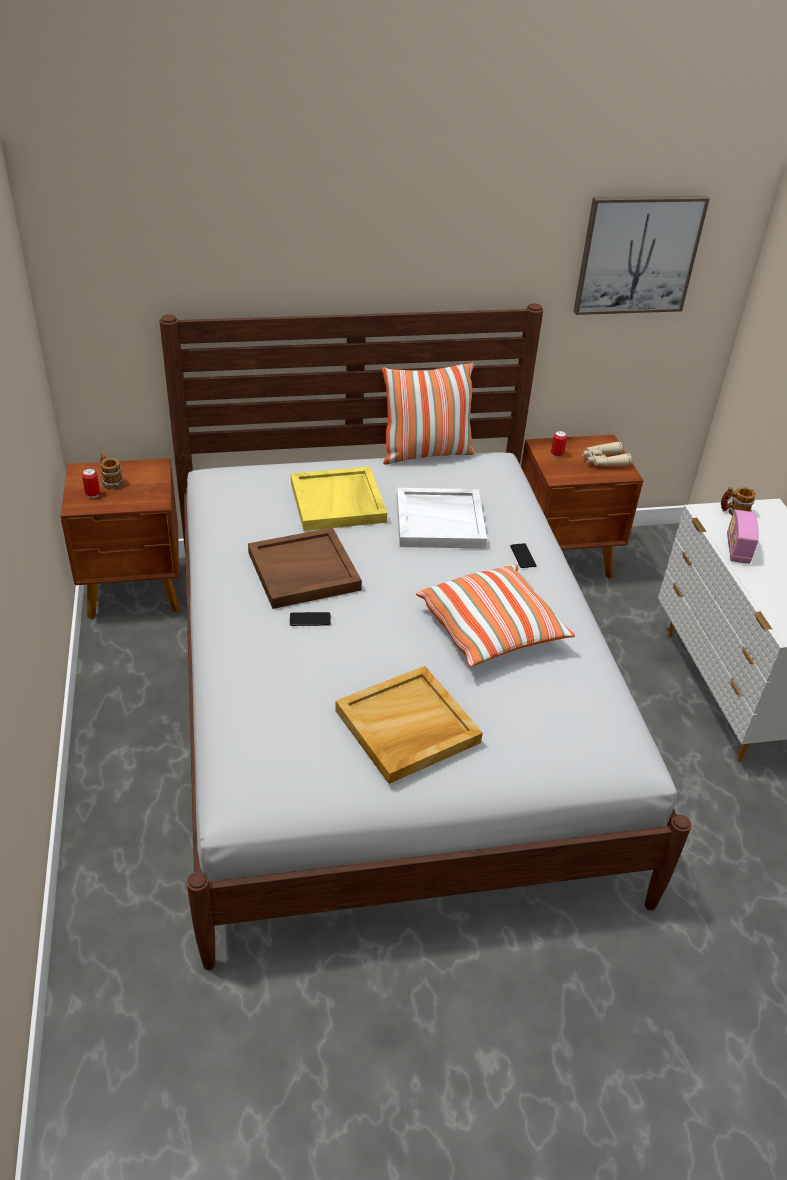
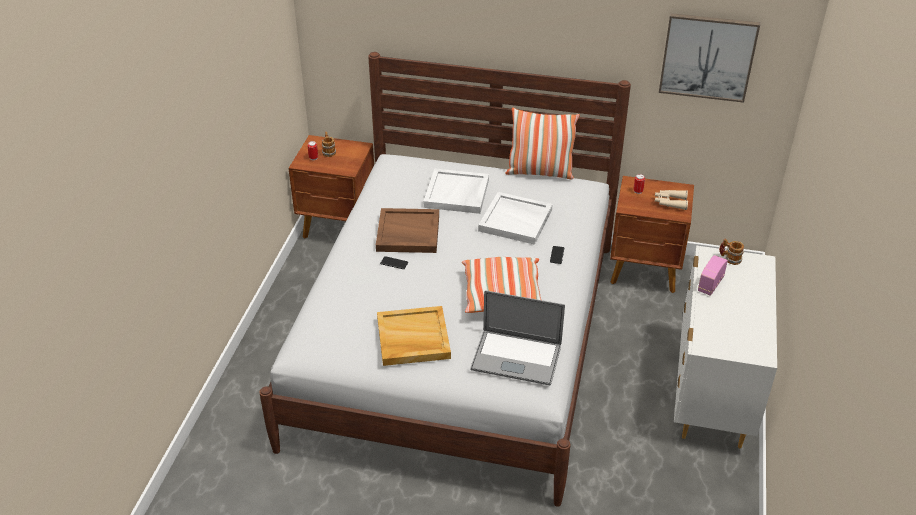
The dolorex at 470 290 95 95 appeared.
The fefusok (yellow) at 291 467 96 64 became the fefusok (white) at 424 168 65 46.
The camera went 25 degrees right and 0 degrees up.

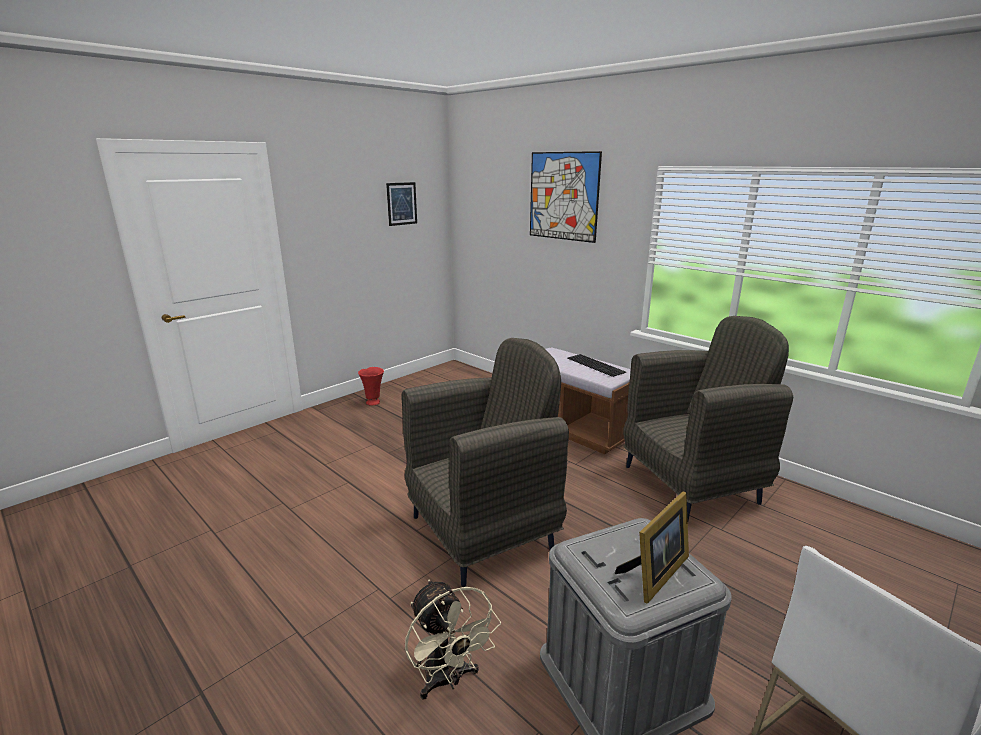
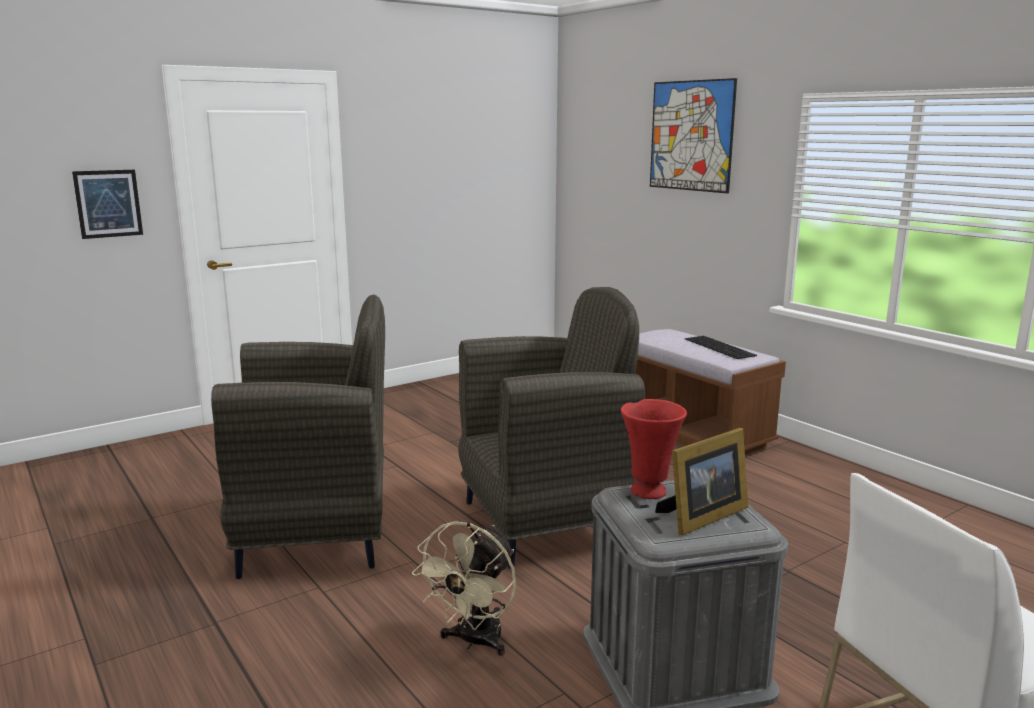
The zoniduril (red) moved from 358 367 26 39 to 621 399 66 100.
The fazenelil moved from 386 182 31 44 to 72 170 71 69.
The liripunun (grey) moved from 623 316 170 205 to 211 295 174 284.
The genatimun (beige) at 405 579 96 120 turned 45 degrees clockwise.
The camera went 10 degrees right and 5 degrees down.

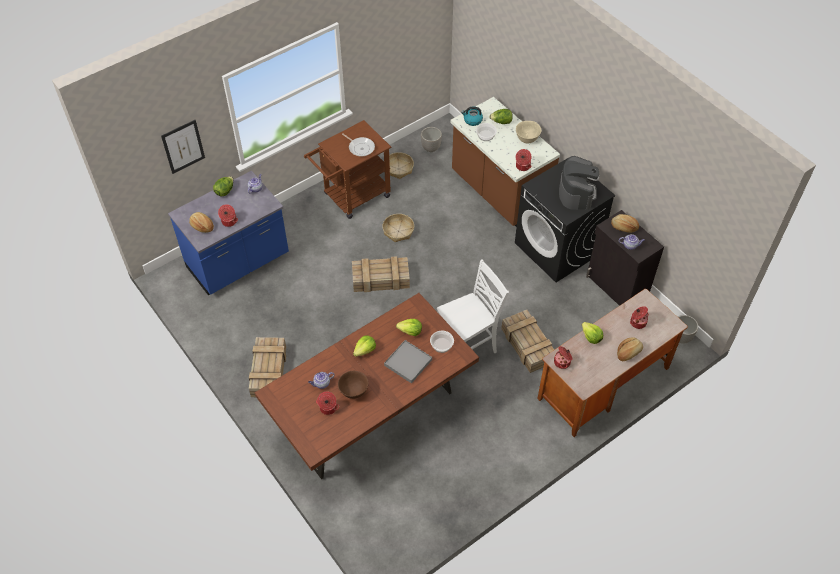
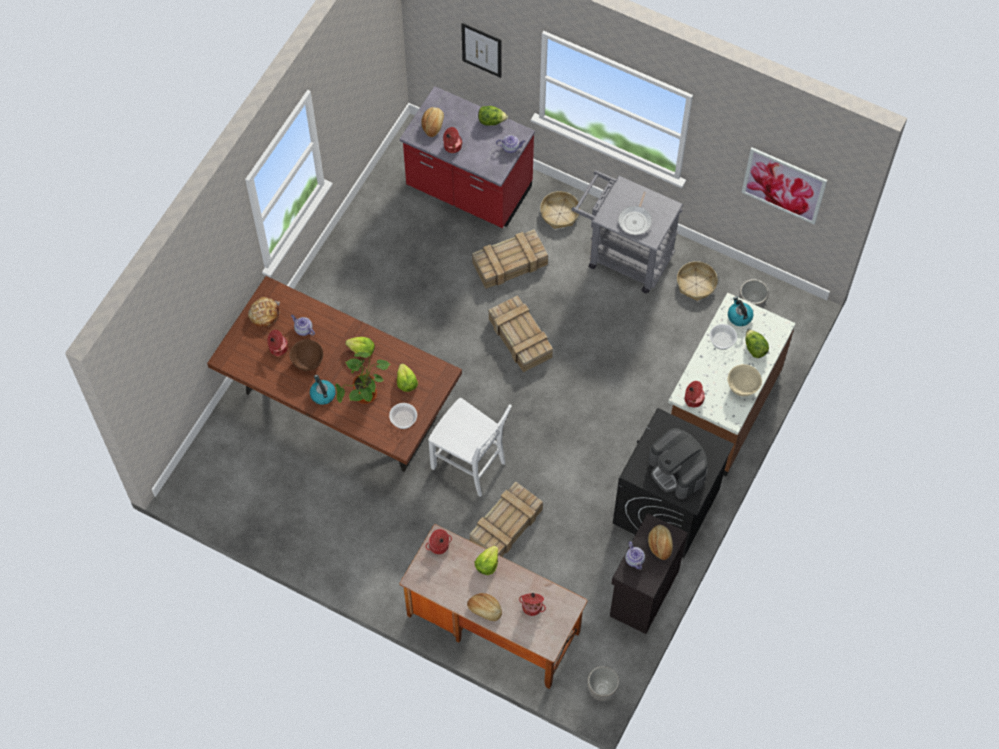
The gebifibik at 248 297 32 31 appeared.
The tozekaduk at 310 375 26 30 appeared.
The fazenelil at 741 147 86 77 appeared.
The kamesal moved from 249 337 37 60 to 472 229 76 60.
The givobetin moved from 382 214 32 28 to 540 191 40 38.
The fefusok (grey) at 384 340 48 43 was replaced by the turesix at 335 349 56 55.
The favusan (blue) at 168 171 121 124 became the favusan (red) at 400 86 135 142.
The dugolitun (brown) at 304 120 87 99 became the dugolitun (grey) at 571 170 112 123.
The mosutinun at 559 156 40 54 turned 75 degrees clockwise.
The camera went 65 degrees right and 10 degrees up.

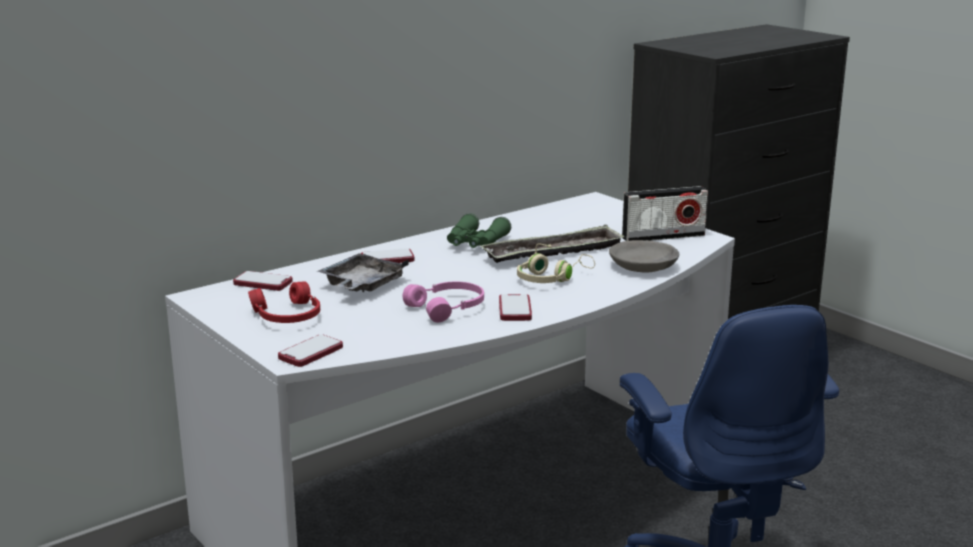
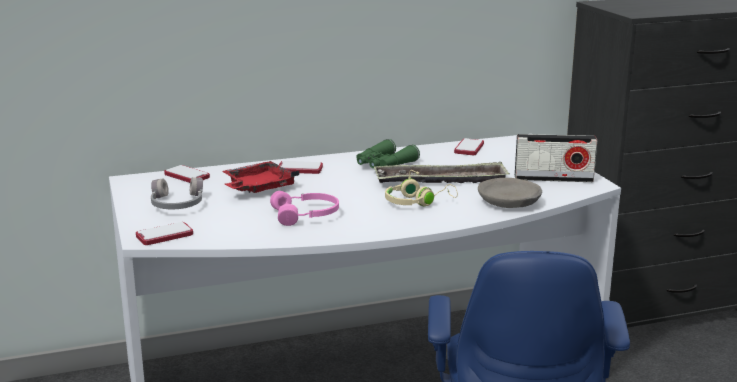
The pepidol moved from 499 294 33 27 to 454 138 30 17.
The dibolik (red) at 248 282 72 41 became the dibolik (grey) at 151 177 52 32.
The fefusok (grey) at 317 253 92 39 became the fefusok (red) at 222 161 77 32.
The camera went 20 degrees right and 0 degrees up.

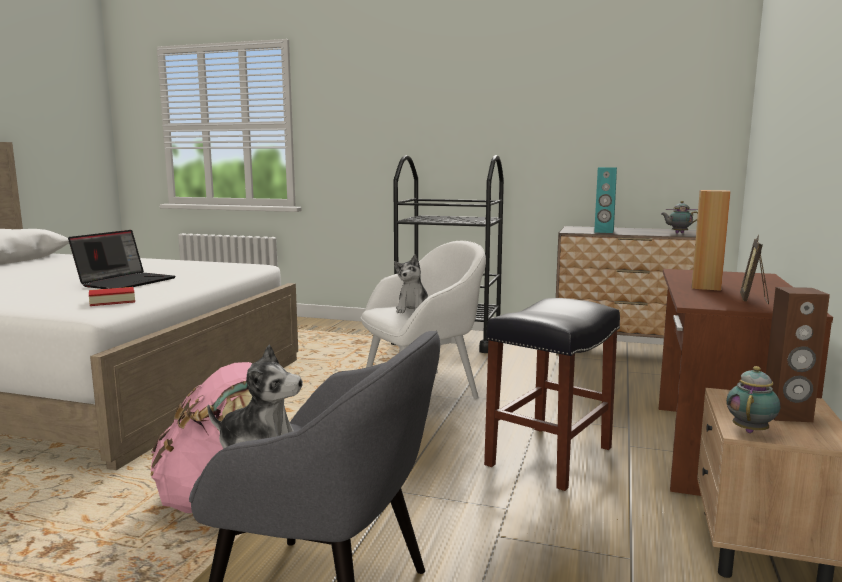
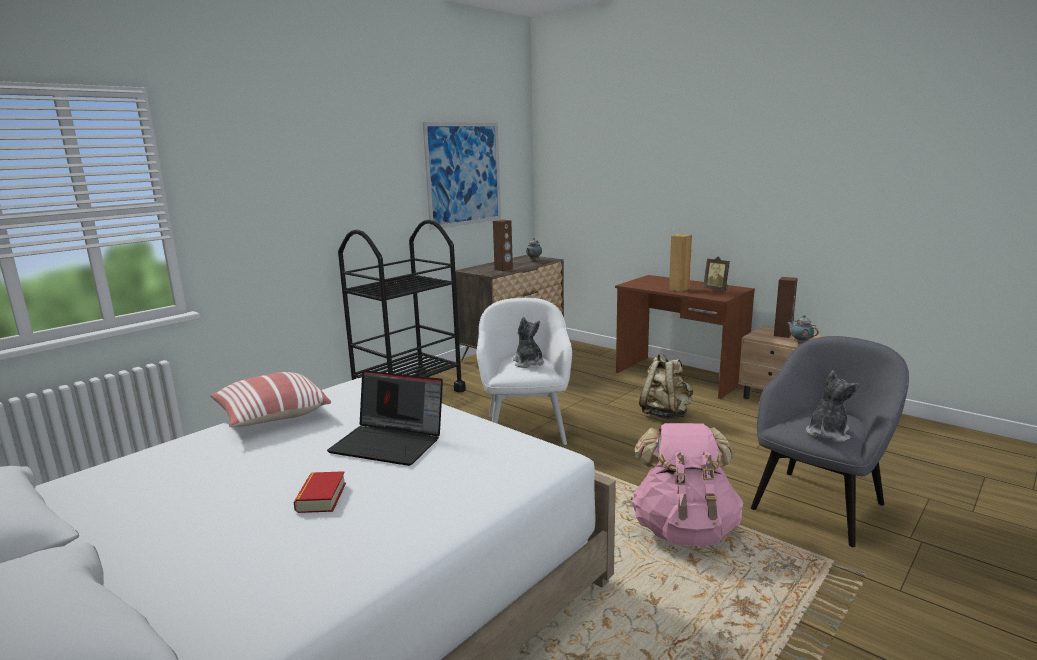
The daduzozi at 209 372 122 55 appeared.
The fazenelil at 423 122 78 108 appeared.
The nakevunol moved from 89 287 46 19 to 293 471 53 42.
The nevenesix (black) at 484 298 136 193 was replaced by the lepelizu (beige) at 639 353 54 66.
The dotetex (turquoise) at 594 167 23 66 became the dotetex (brown) at 493 220 20 51.
The dolorex at 68 230 108 59 turned 150 degrees clockwise.
The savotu at 394 255 34 58 turned 150 degrees counterclockwise.
The camera went 65 degrees left and 5 degrees up.

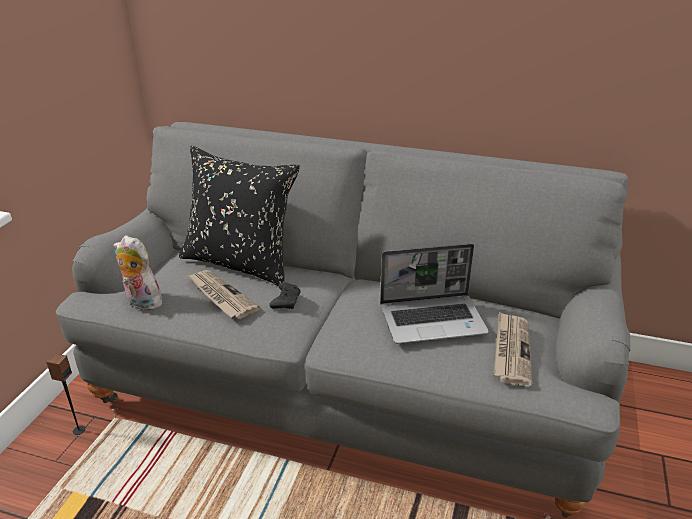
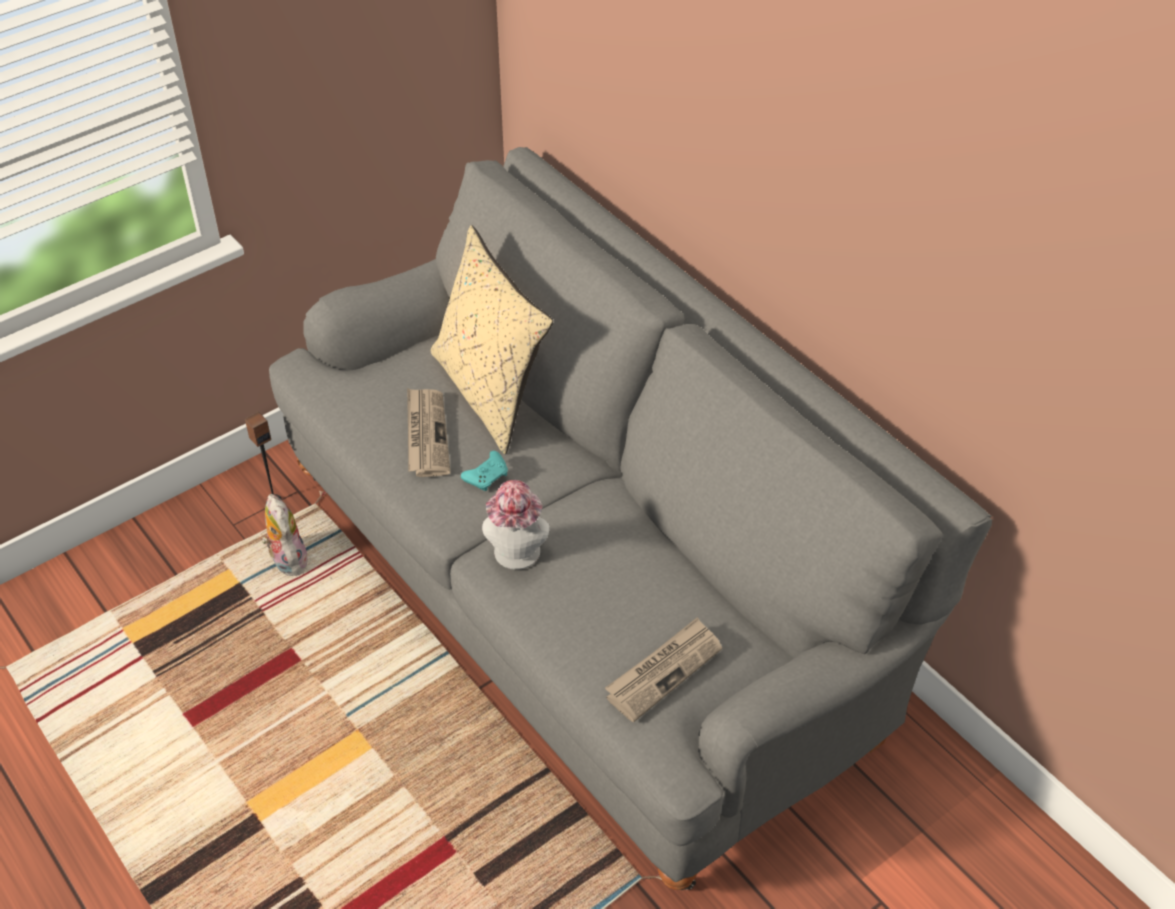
The dolorex at 380 244 109 100 disappeared.
The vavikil at 482 480 68 90 appeared.
The savotu moved from 114 235 53 76 to 262 494 46 82.
The daduzozi (black) at 179 146 121 140 became the daduzozi (beige) at 431 225 122 230.
The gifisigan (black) at 269 282 32 27 became the gifisigan (turquoise) at 461 451 47 40.
The camera went 35 degrees right and 15 degrees up.

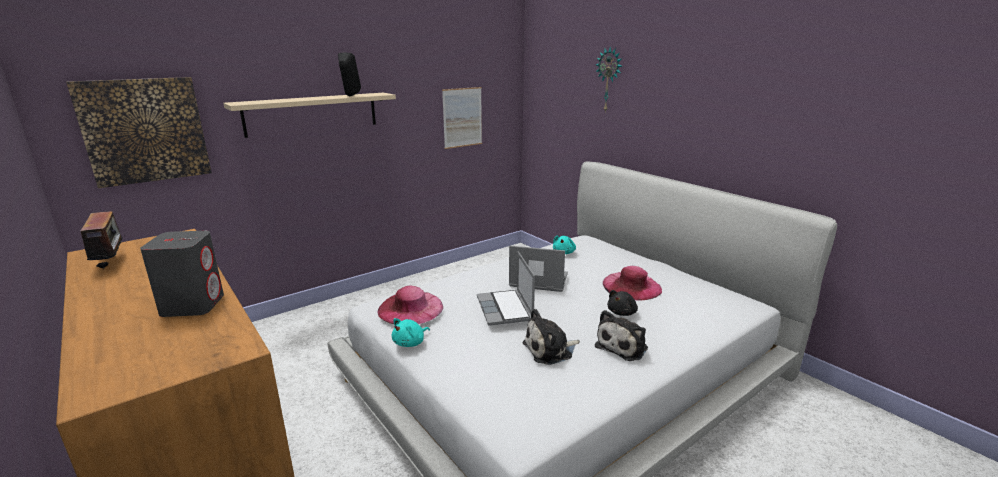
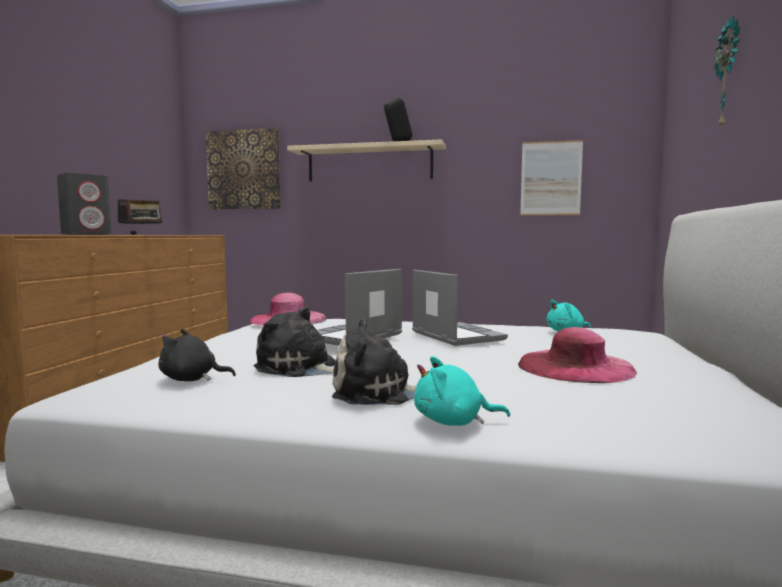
The savotu (turquoise) moved from 392 318 38 29 to 414 356 96 70.
The savotu (black) moved from 607 290 31 26 to 158 329 78 52.
The camera went 50 degrees right and 15 degrees down.

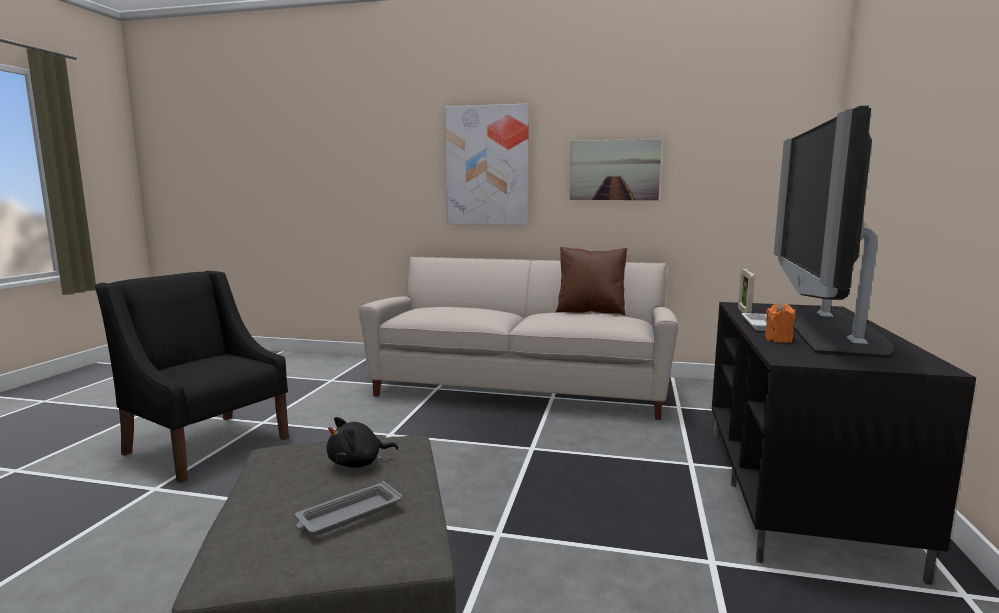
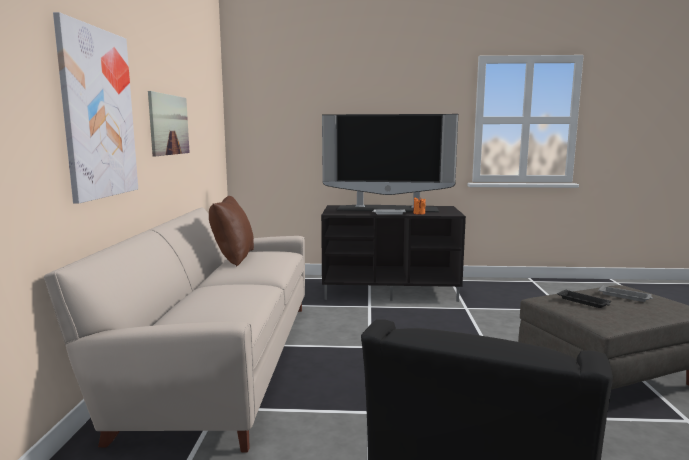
The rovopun at 738 269 17 44 disappeared.
The savotu (black) at 327 417 71 51 was replaced by the fefusok (black) at 557 289 54 19.
The camera went 100 degrees left and 0 degrees up.

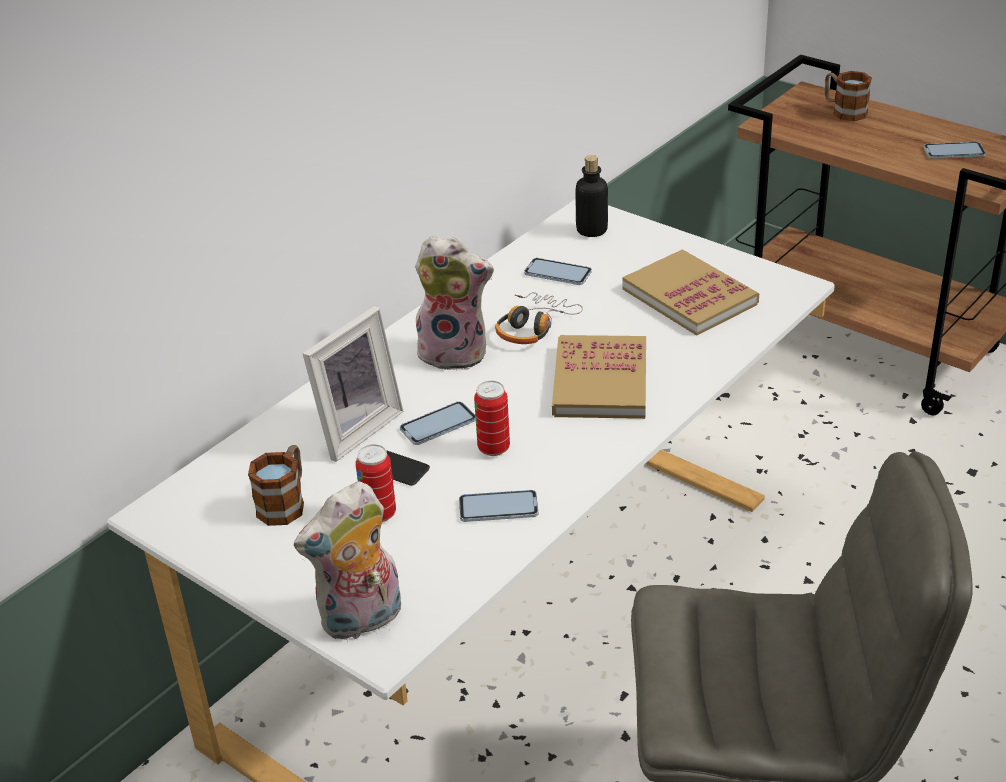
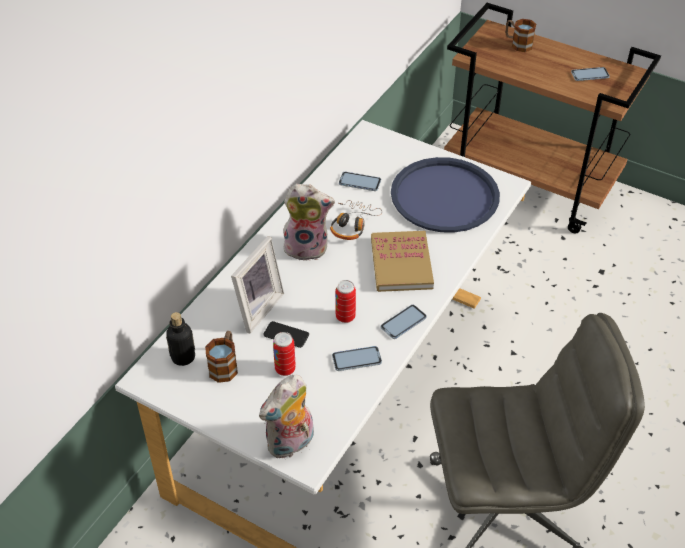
The pepidol moved from 400 401 76 44 to 380 305 47 34.
The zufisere moved from 575 155 33 82 to 166 312 29 54.
The nakevunol at 622 249 137 87 was replaced by the fefusok (blue) at 391 157 109 76.
The camera went 10 degrees left and 10 degrees up.

